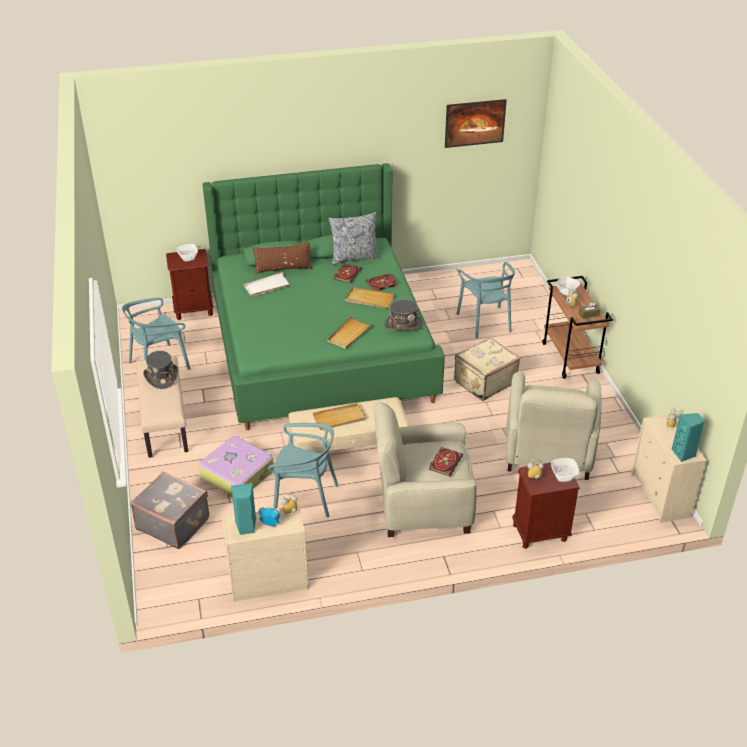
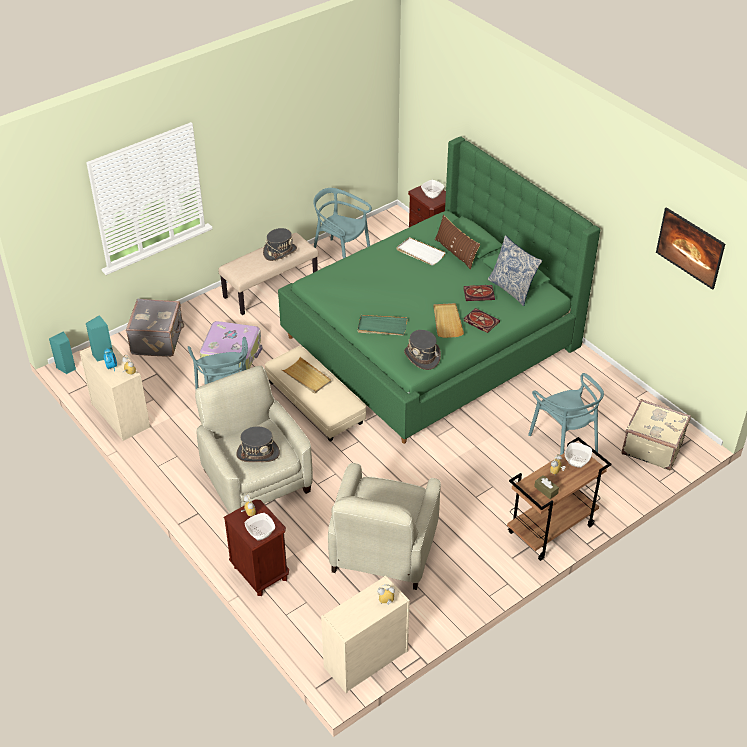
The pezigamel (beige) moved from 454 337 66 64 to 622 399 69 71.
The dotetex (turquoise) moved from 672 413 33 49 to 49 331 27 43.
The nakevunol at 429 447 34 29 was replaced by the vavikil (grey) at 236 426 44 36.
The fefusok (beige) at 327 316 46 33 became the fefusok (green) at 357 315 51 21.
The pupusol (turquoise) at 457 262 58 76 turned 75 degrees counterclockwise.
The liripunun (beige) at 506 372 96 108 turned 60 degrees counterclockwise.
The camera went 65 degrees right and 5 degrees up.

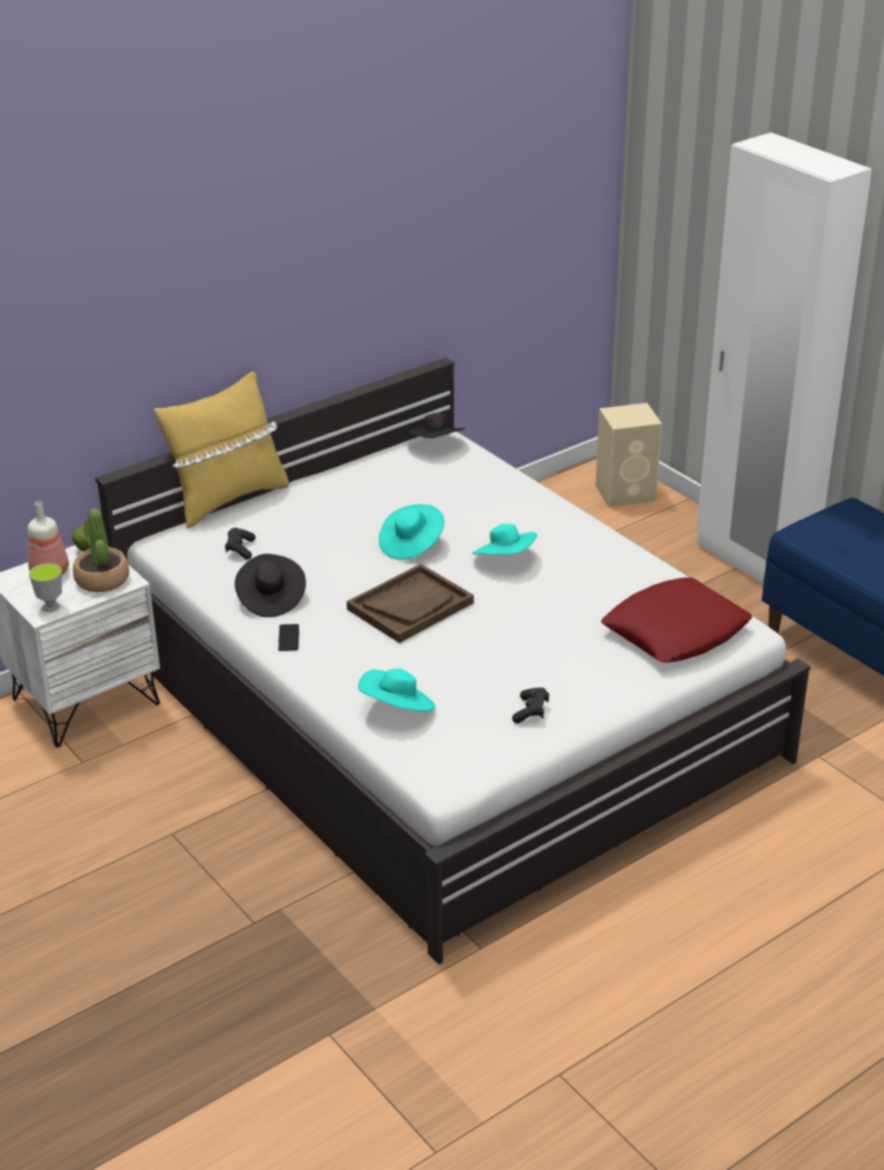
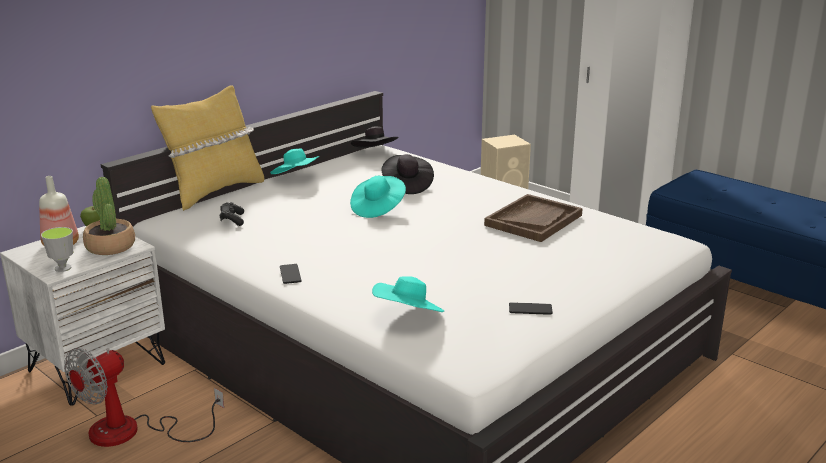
The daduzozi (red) at 601 577 152 85 disappeared.
The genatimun at 64 348 160 99 appeared.
The vavikil (black) moved from 235 554 71 63 to 382 154 52 40.
The fefusok (brown) moved from 347 564 127 79 to 484 194 99 48.
The vavikil (turquoise) moved from 472 524 65 31 to 270 149 49 25.
The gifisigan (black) at 512 687 37 36 was replaced by the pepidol at 509 302 44 13.
The camera went 10 degrees left and 10 degrees down.

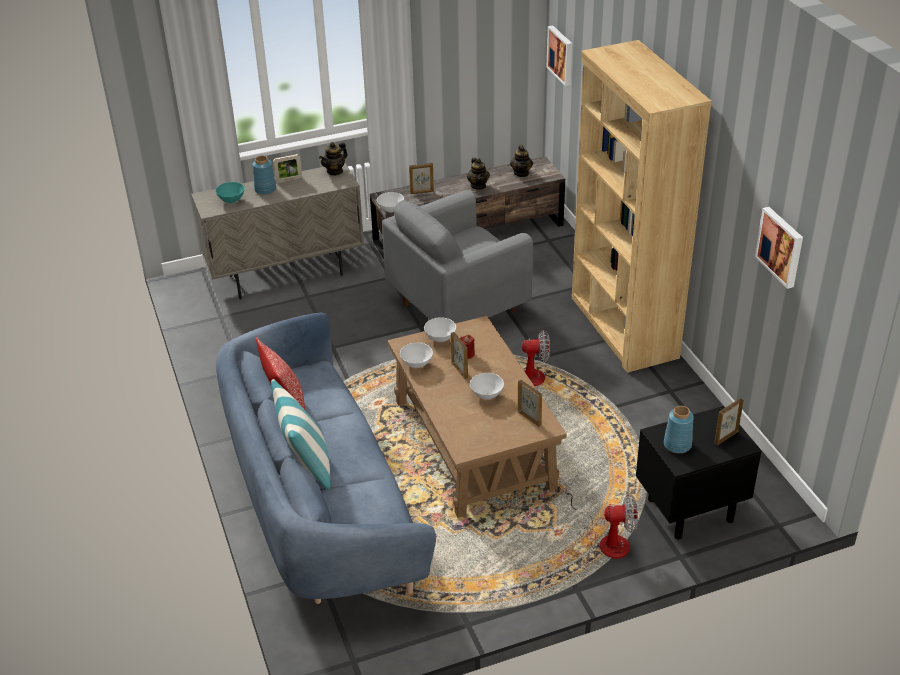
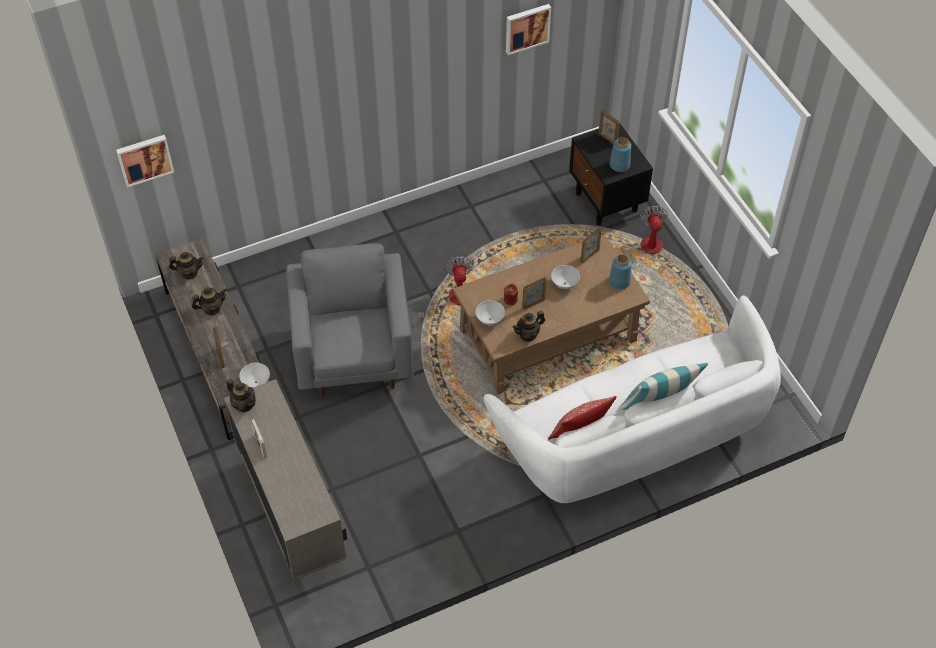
The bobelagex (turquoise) at 216 182 29 21 disappeared.
The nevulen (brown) at 572 40 140 333 disappeared.
The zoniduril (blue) moved from 253 156 23 39 to 609 254 23 35.
The bobelagex (white) at 400 343 33 25 was replaced by the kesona at 513 311 32 31.
The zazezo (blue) at 216 313 220 291 became the zazezo (white) at 484 295 297 208.
The liripunun (grey) at 382 190 151 133 turned 150 degrees counterclockwise.
The camera went 95 degrees left and 15 degrees up.

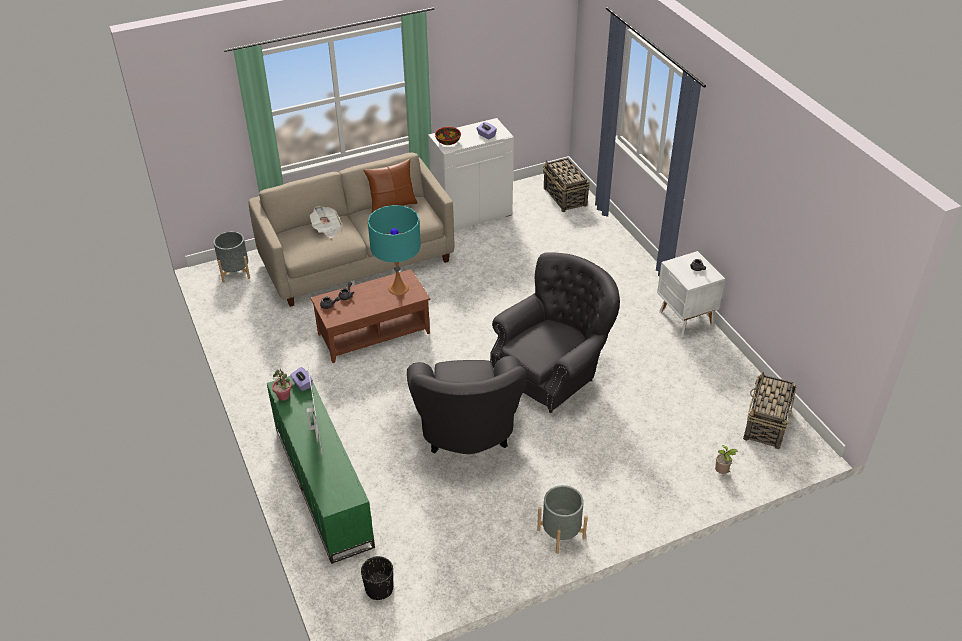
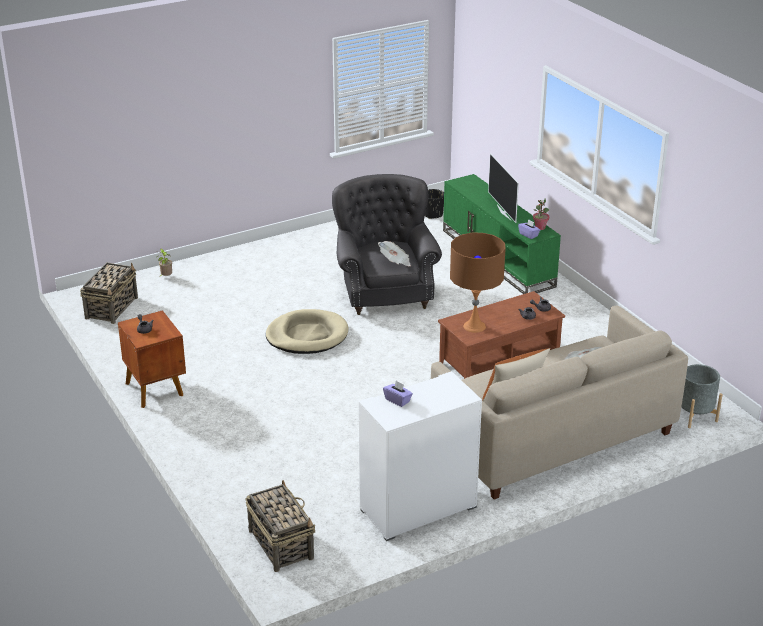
The bobelagex at 435 127 26 18 disappeared.
The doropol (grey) at 537 485 51 69 disappeared.
The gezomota at 378 241 32 25 appeared.
The liripunun (grey) at 490 252 130 161 was replaced by the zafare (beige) at 266 309 83 45.
The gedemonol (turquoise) at 368 205 53 90 became the gedemonol (brown) at 450 233 56 100.
The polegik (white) at 657 251 68 86 became the polegik (brown) at 118 310 68 98.
The camera went 175 degrees right and 10 degrees down.

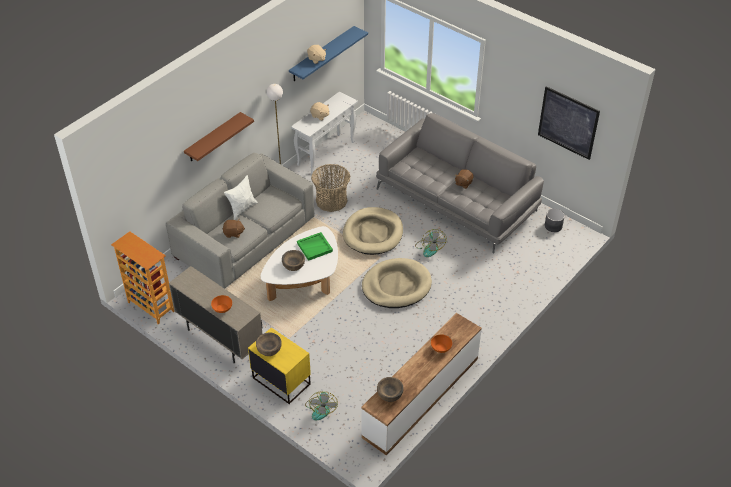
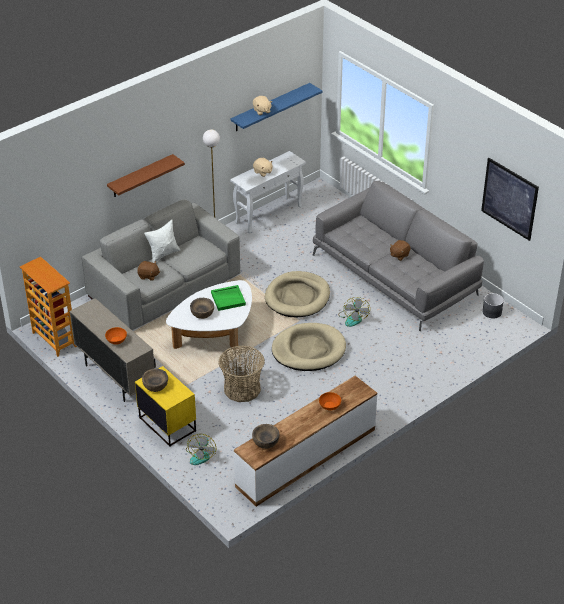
The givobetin moved from 311 164 40 48 to 219 346 46 56.
The camera went 10 degrees right and 5 degrees down.

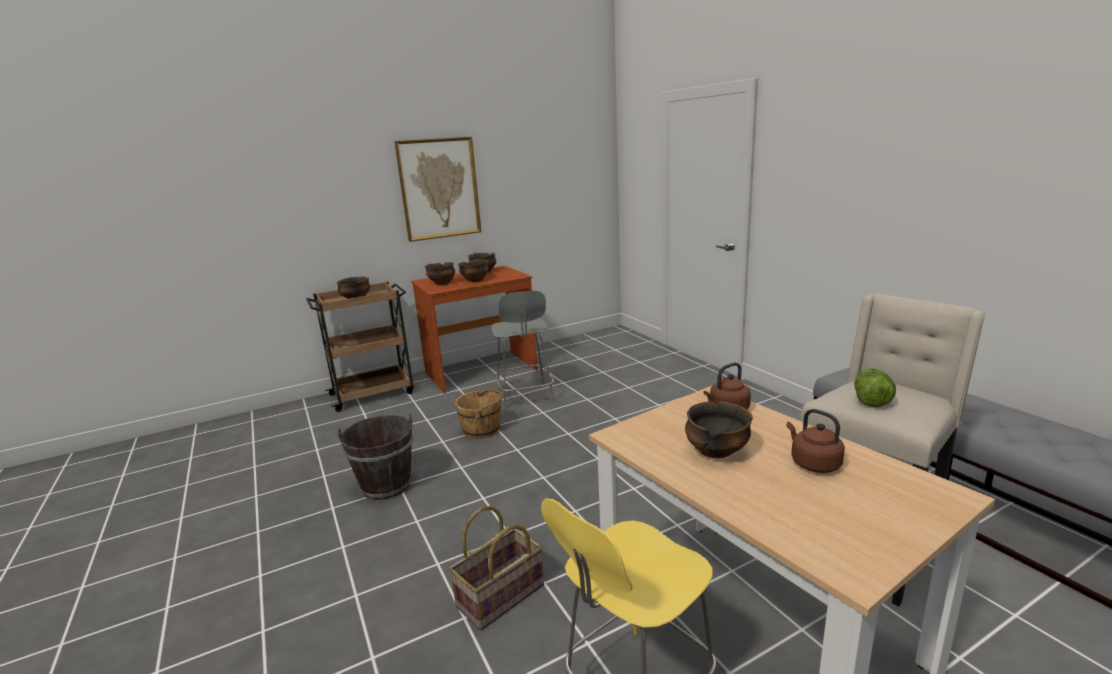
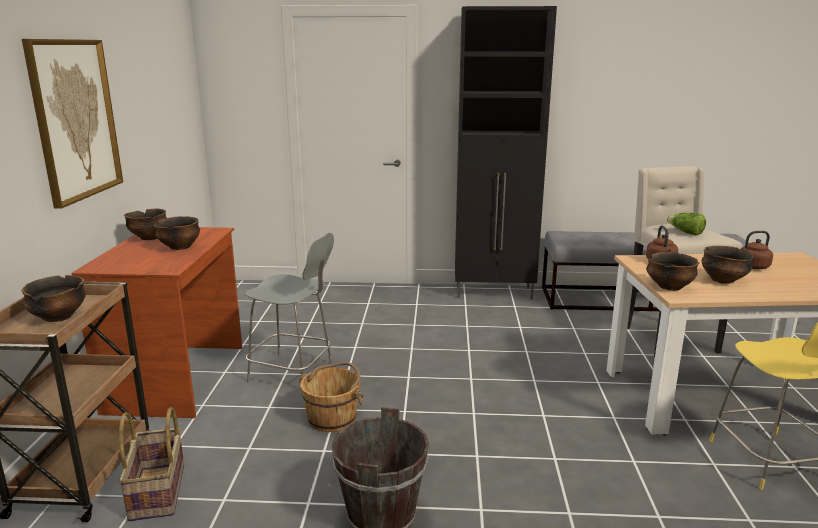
The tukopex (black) at 455 6 102 293 appeared.
The bobelagex moved from 425 262 30 23 to 646 252 53 39.
The givobetin moved from 449 506 95 124 to 119 407 65 114.
The camera went 60 degrees left and 0 degrees up.

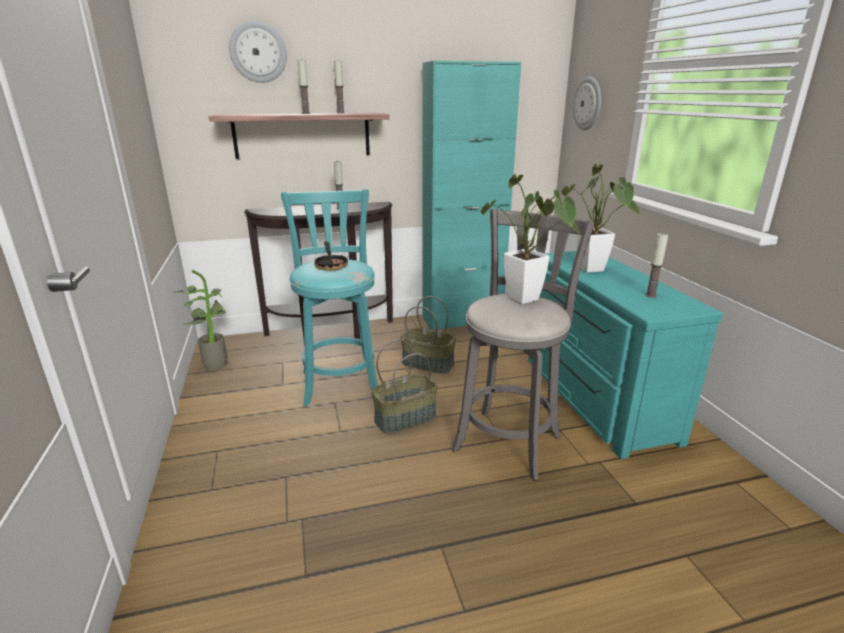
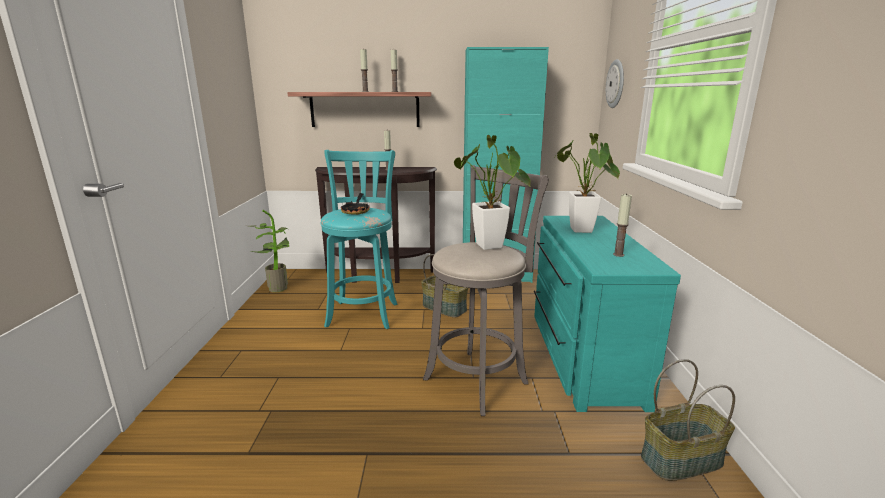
The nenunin at 229 21 58 62 disappeared.
The givobetin moved from 372 339 66 95 to 641 359 94 122.
The camera went 15 degrees right and 5 degrees down.

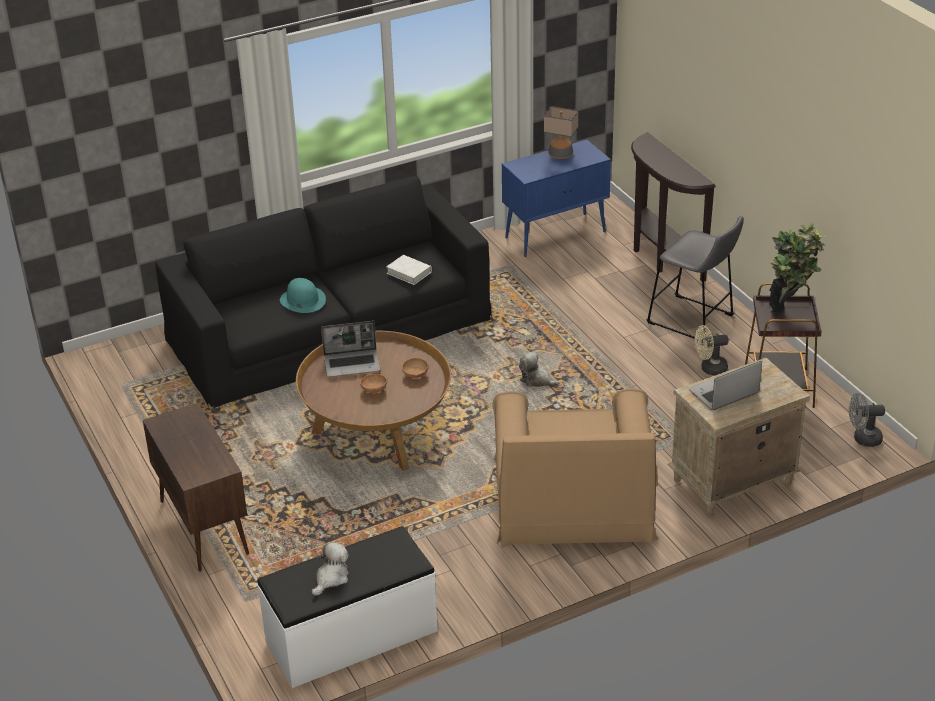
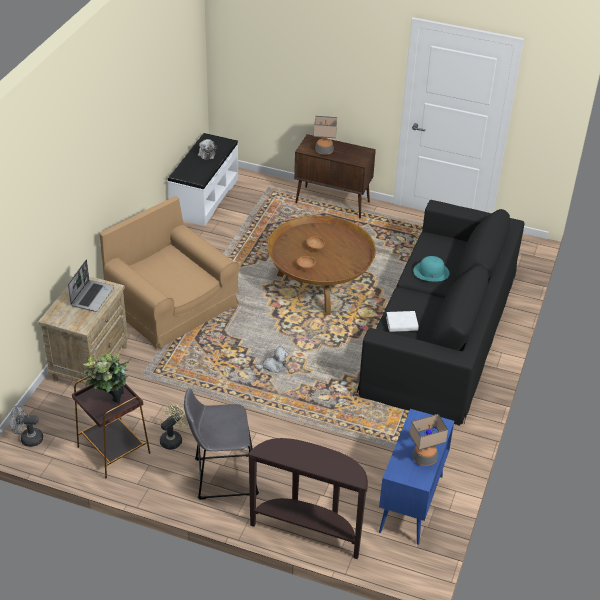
The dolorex at 321 321 60 56 disappeared.
The gedemonol at 314 116 23 39 appeared.
The genatimun (grey) at 849 393 36 54 turned 135 degrees counterclockwise.
The camera went 135 degrees right and 5 degrees up.

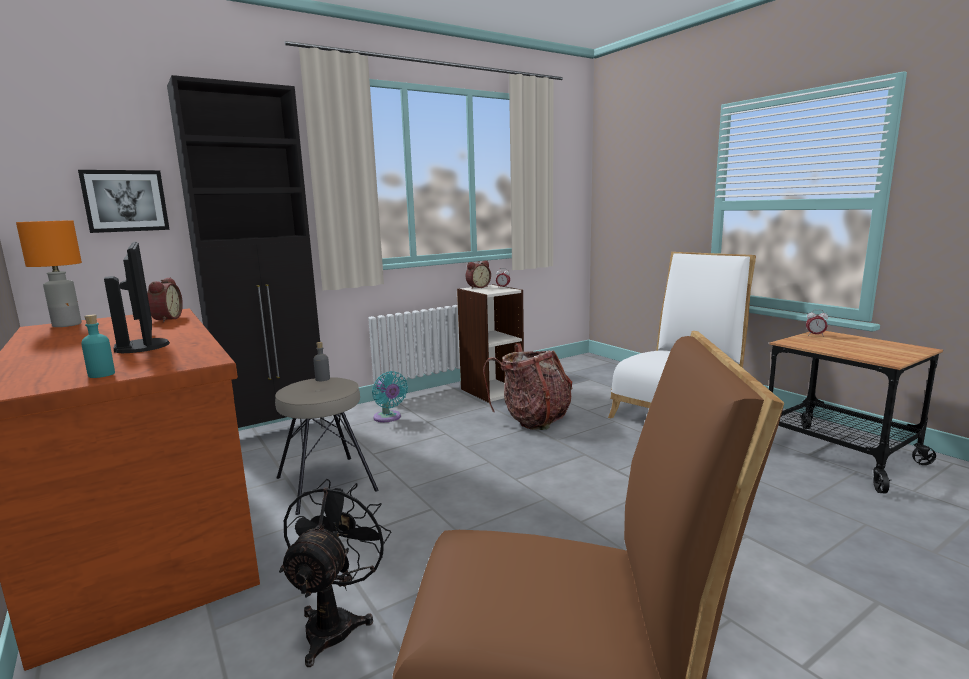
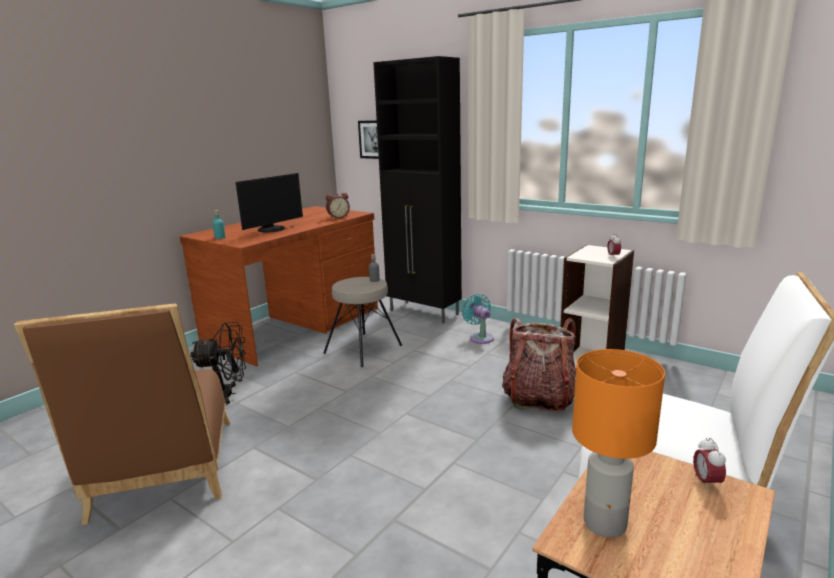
The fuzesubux at 466 261 25 27 disappeared.
The gedemonol (orange) moved from 16 220 66 107 to 572 349 93 189.
The genatimun (turquoise) at 372 371 36 51 turned 120 degrees clockwise.
The camera went 70 degrees right and 5 degrees up.

